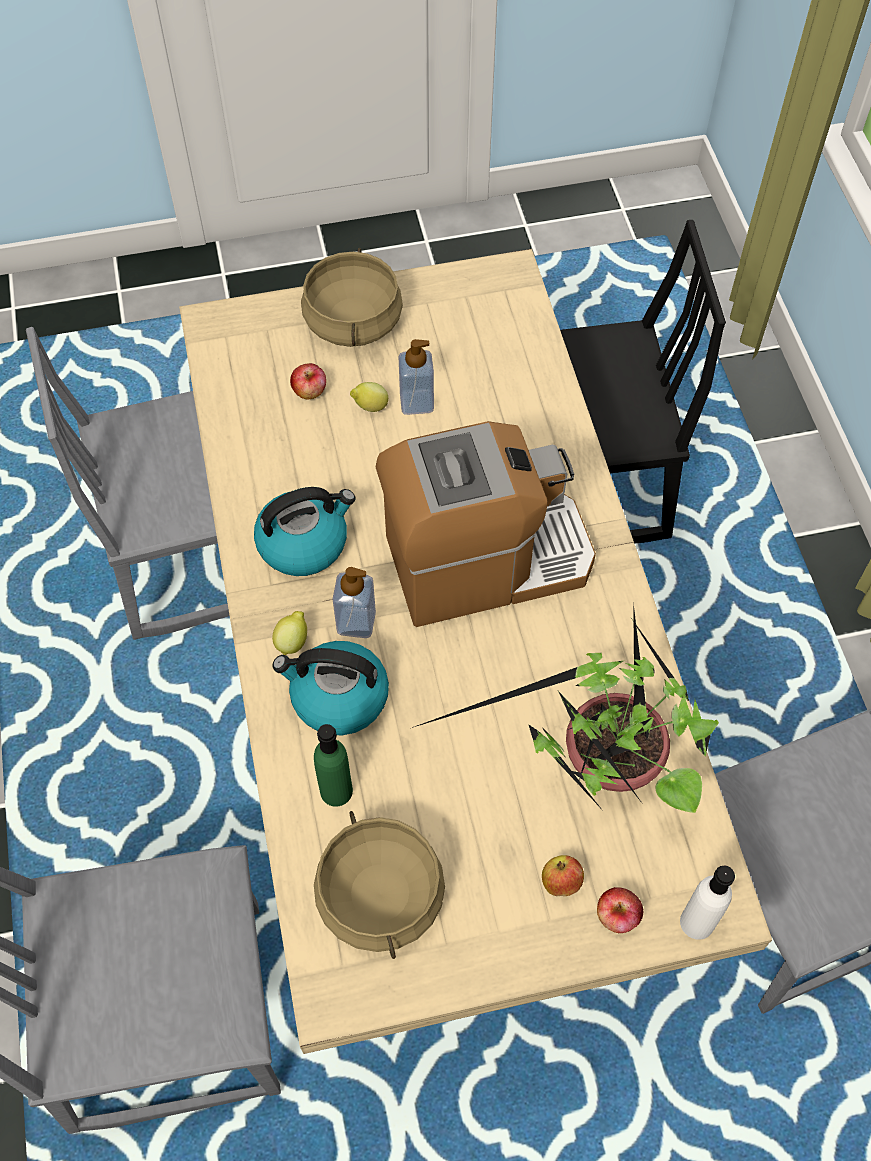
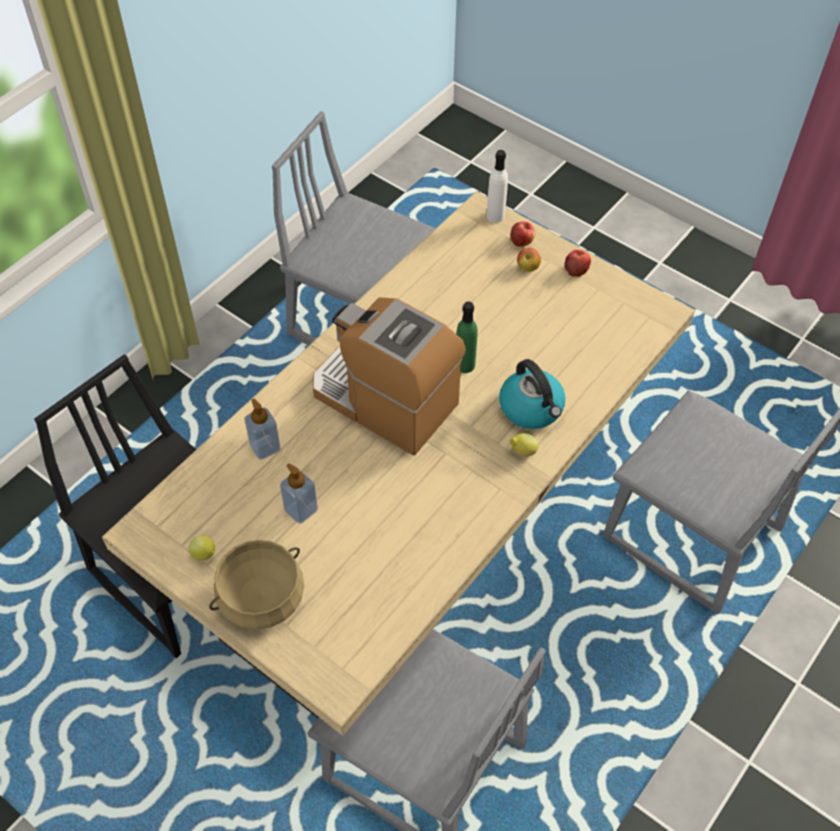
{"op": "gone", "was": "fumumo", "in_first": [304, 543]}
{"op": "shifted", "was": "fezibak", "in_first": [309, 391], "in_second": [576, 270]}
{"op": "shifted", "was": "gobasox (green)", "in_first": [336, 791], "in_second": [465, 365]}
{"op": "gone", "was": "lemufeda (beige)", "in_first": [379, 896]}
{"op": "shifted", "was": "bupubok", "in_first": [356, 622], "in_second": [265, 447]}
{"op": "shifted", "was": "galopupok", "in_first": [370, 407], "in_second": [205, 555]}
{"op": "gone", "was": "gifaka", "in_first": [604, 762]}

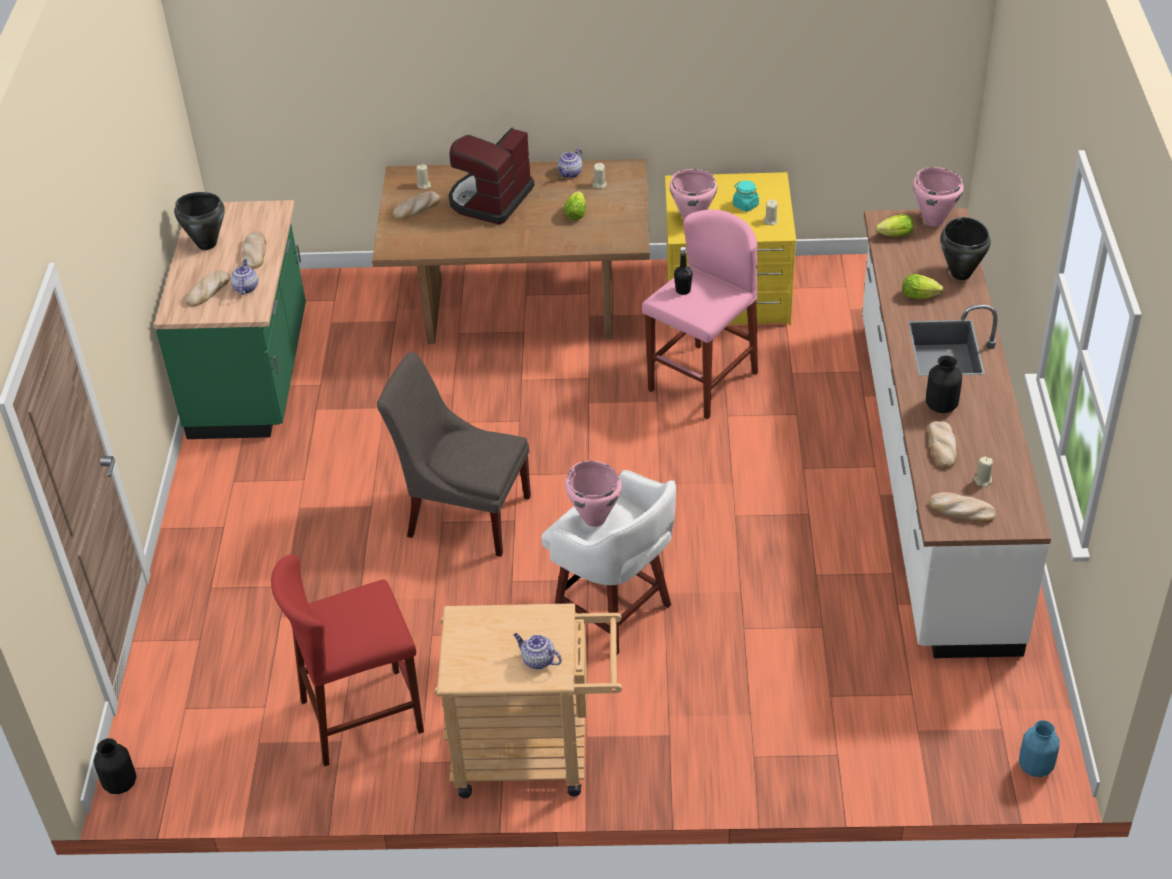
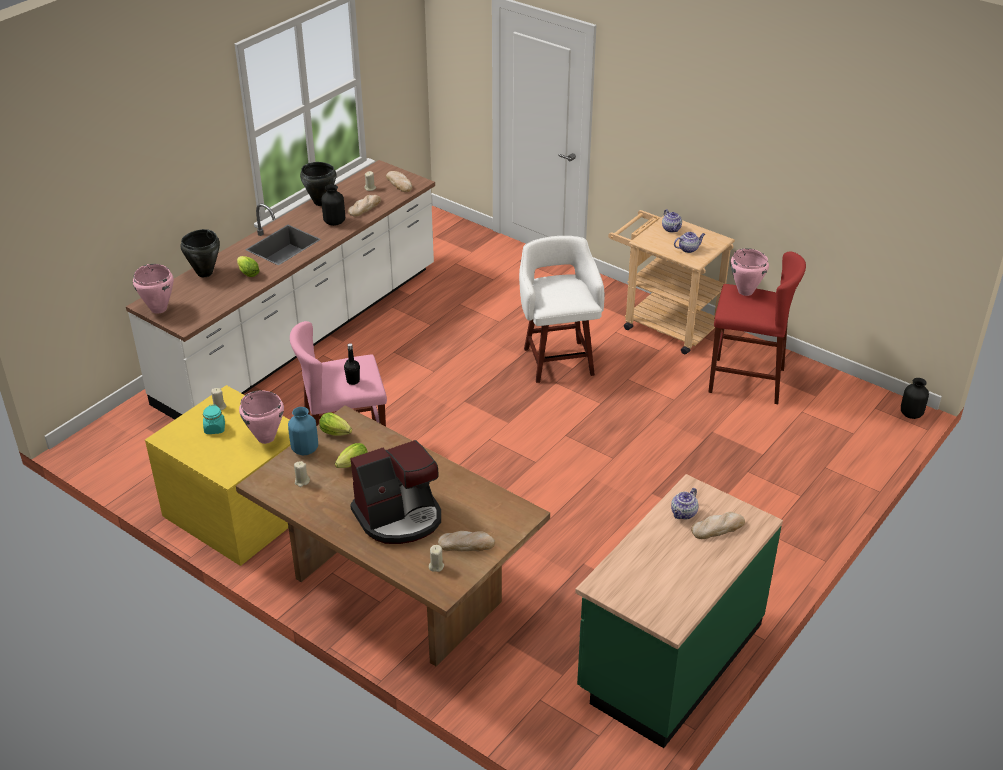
{"op": "shifted", "was": "lemufeda (black)", "in_first": [206, 244], "in_second": [321, 202]}
{"op": "gone", "was": "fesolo", "in_first": [254, 252]}
{"op": "gone", "was": "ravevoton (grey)", "in_first": [464, 513]}
{"op": "shifted", "was": "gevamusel", "in_first": [570, 173], "in_second": [688, 249]}
{"op": "shifted", "was": "lemufeda (pink)", "in_first": [594, 518], "in_second": [745, 291]}
{"op": "shifted", "was": "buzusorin", "in_first": [893, 236], "in_second": [337, 433]}
{"op": "shifted", "was": "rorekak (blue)", "in_first": [1035, 767], "in_second": [305, 449]}

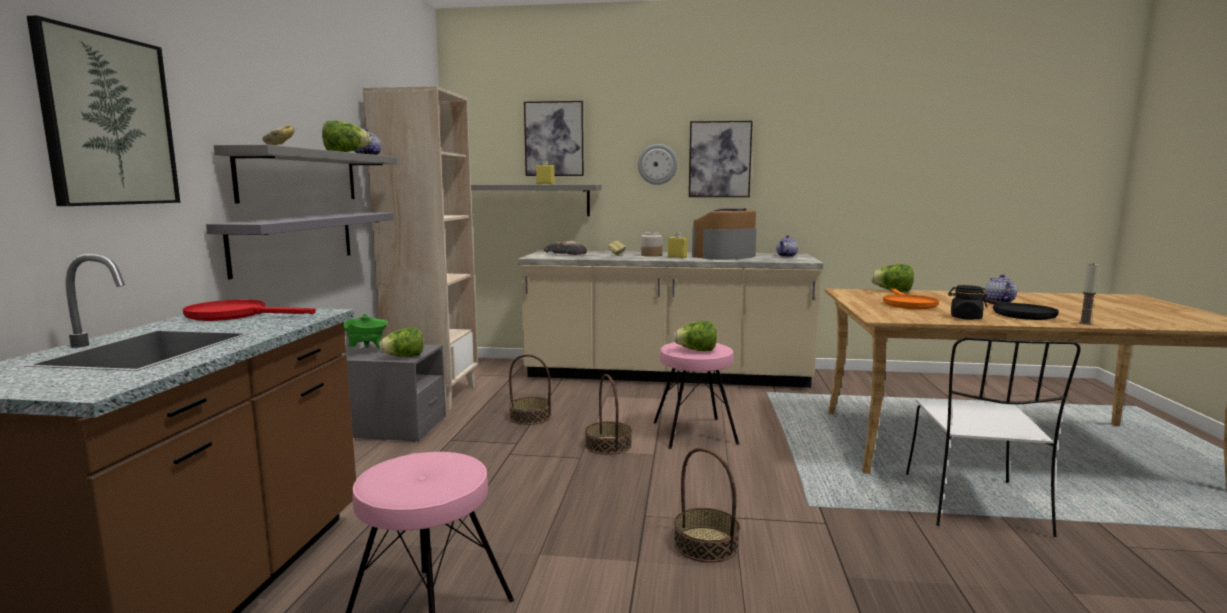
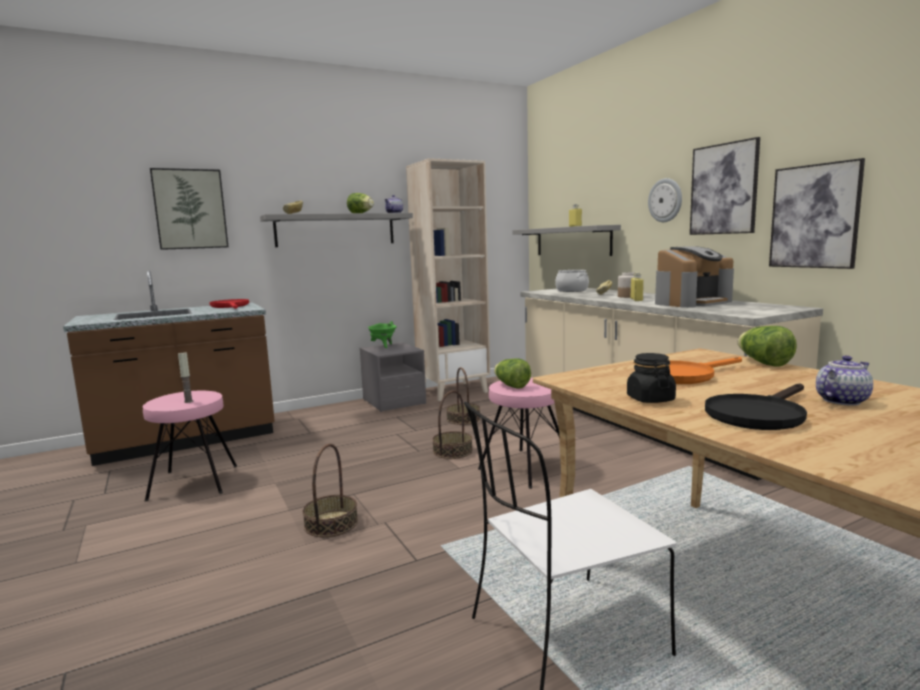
{"op": "gone", "was": "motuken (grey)", "in_first": [295, 241]}
{"op": "gone", "was": "buzusorin", "in_first": [404, 357]}
{"op": "shifted", "was": "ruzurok", "in_first": [554, 139], "in_second": [814, 216]}
{"op": "swapped", "was": "fesolo", "now": "lemufeda", "in_first": [565, 254], "in_second": [571, 290]}
{"op": "rotated", "was": "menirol", "in_first": [725, 256], "in_second": [691, 302], "clockwise": 135}
{"op": "gone", "was": "gevamusel", "in_first": [787, 256]}
{"op": "shifted", "was": "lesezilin", "in_first": [1085, 323], "in_second": [188, 401]}

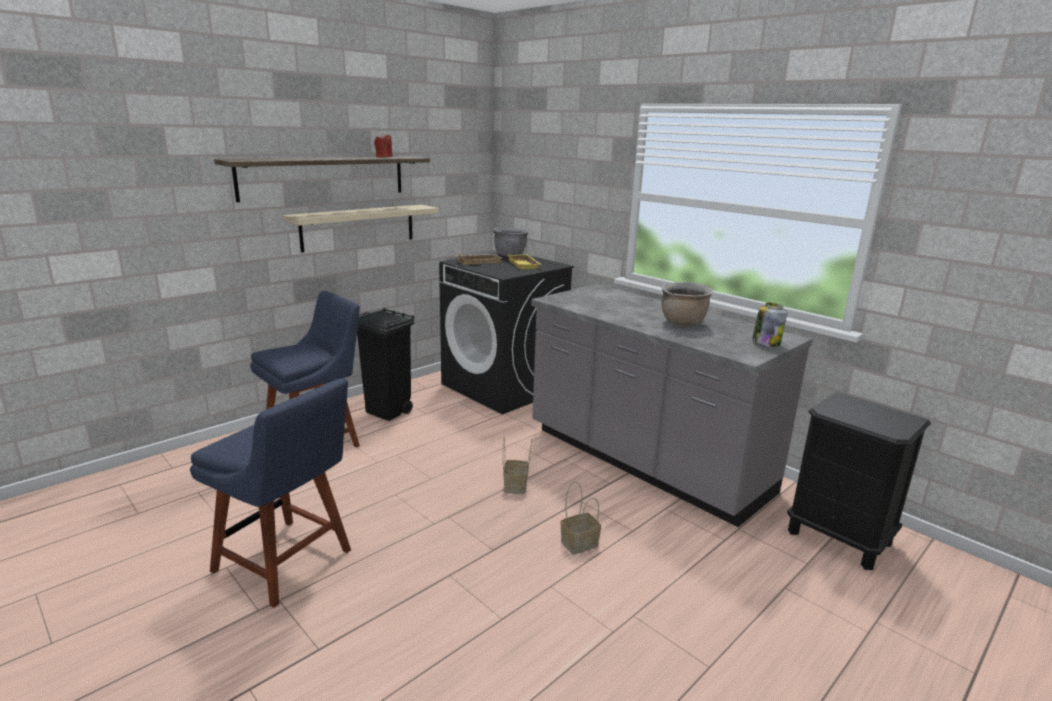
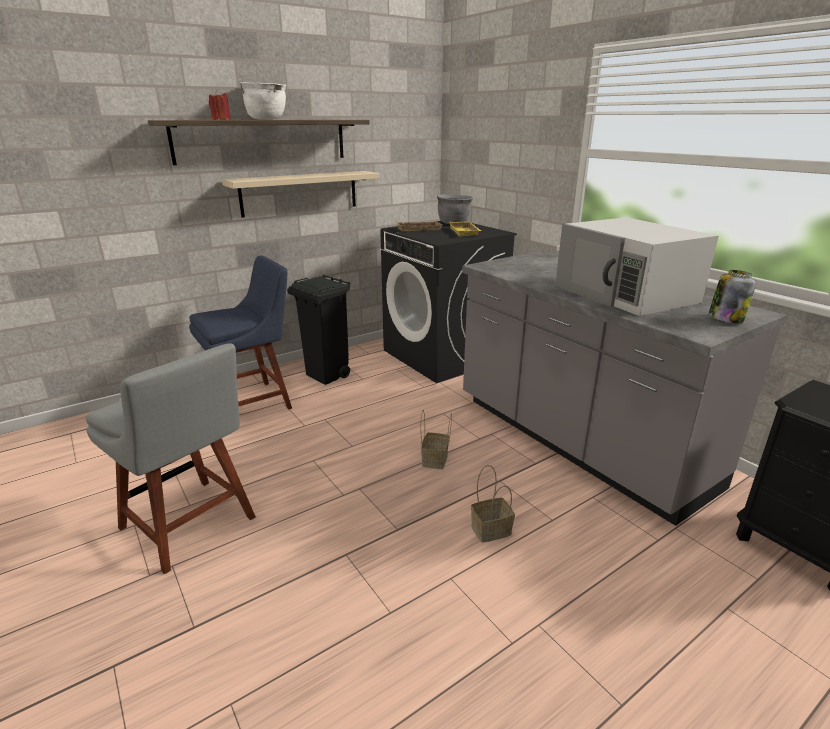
{"op": "repainted", "was": "ravevoton (blue)", "now": "ravevoton (grey)", "in_first": [287, 563], "in_second": [191, 525]}
{"op": "shifted", "was": "lesezilin (red)", "in_first": [384, 157], "in_second": [221, 119]}
{"op": "swapped", "was": "lemufeda (brown)", "now": "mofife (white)", "in_first": [683, 323], "in_second": [626, 293]}
{"op": "new", "now": "lemufeda (white)", "in_second": [267, 119]}

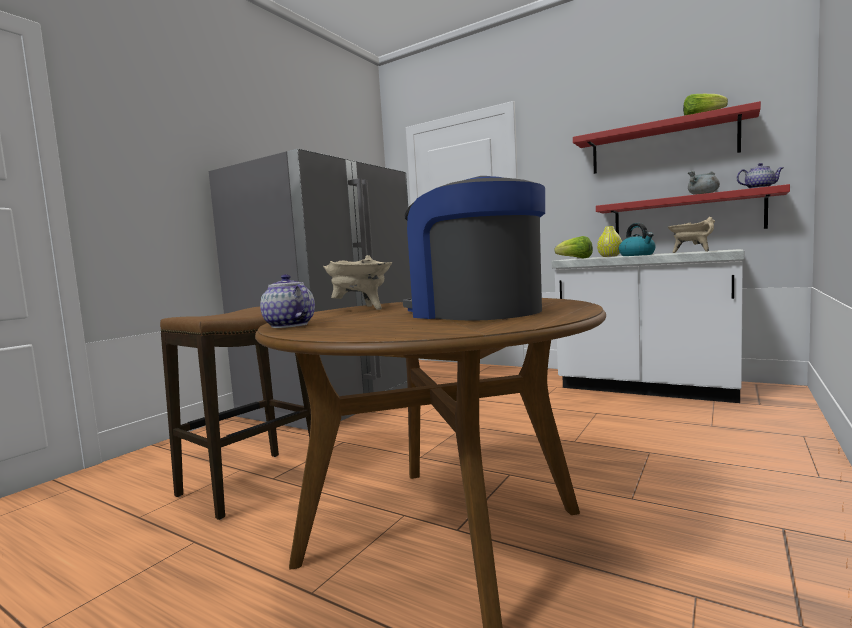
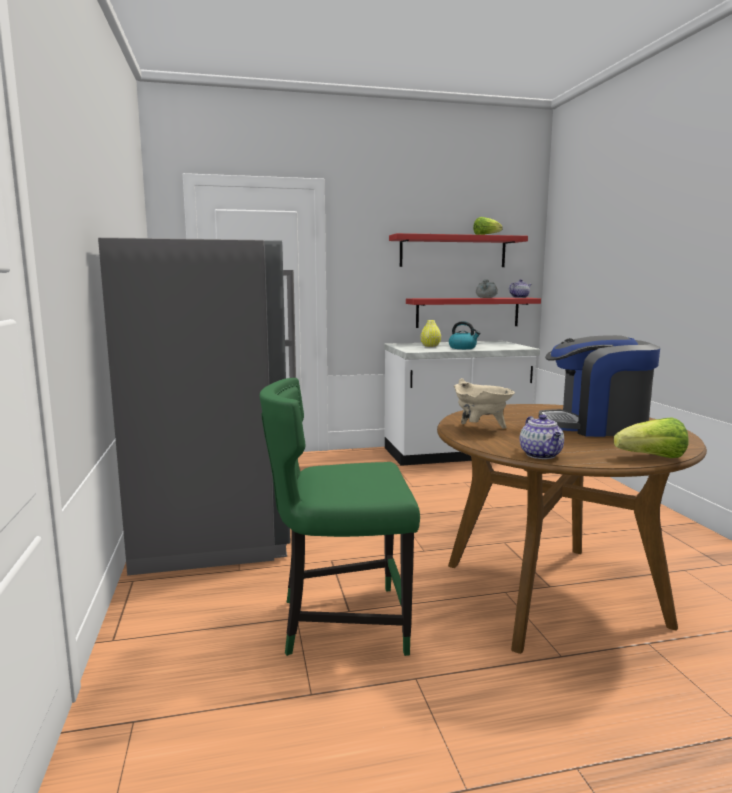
{"op": "swapped", "was": "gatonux", "now": "ravevoton (green)", "in_first": [251, 483], "in_second": [340, 622]}
{"op": "rotated", "was": "gevamusel", "in_first": [288, 325], "in_second": [541, 455], "clockwise": -105}
{"op": "shifted", "was": "buzusorin", "in_first": [575, 259], "in_second": [652, 458]}
{"op": "gone", "was": "lemufeda (beige)", "in_first": [691, 252]}

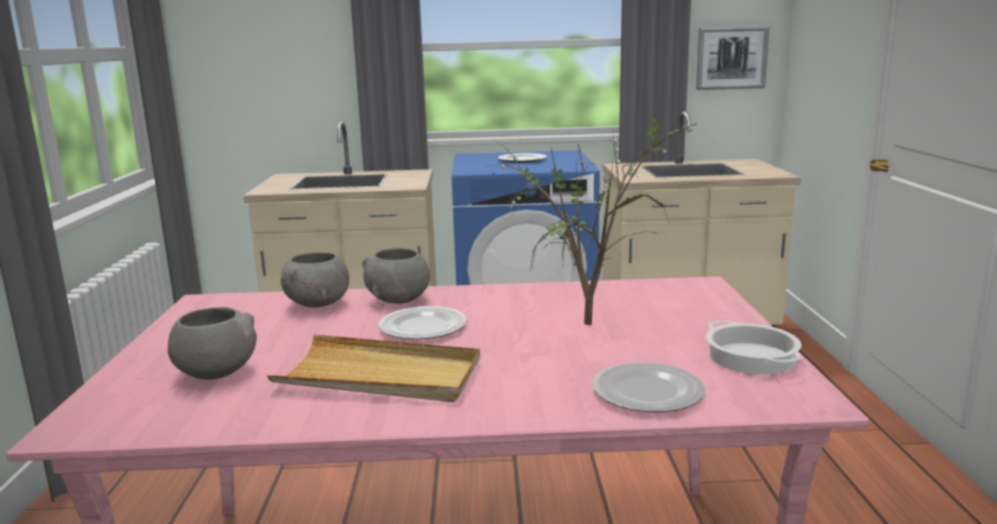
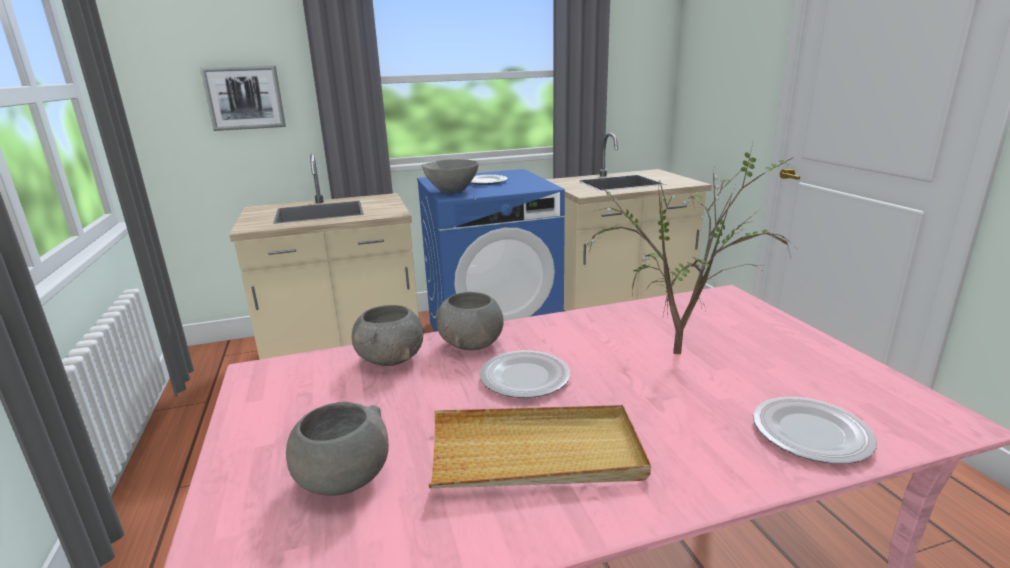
{"op": "shifted", "was": "ruzurok", "in_first": [731, 58], "in_second": [244, 98]}
{"op": "gone", "was": "lemufeda", "in_first": [752, 357]}
{"op": "new", "now": "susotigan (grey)", "in_second": [452, 191]}

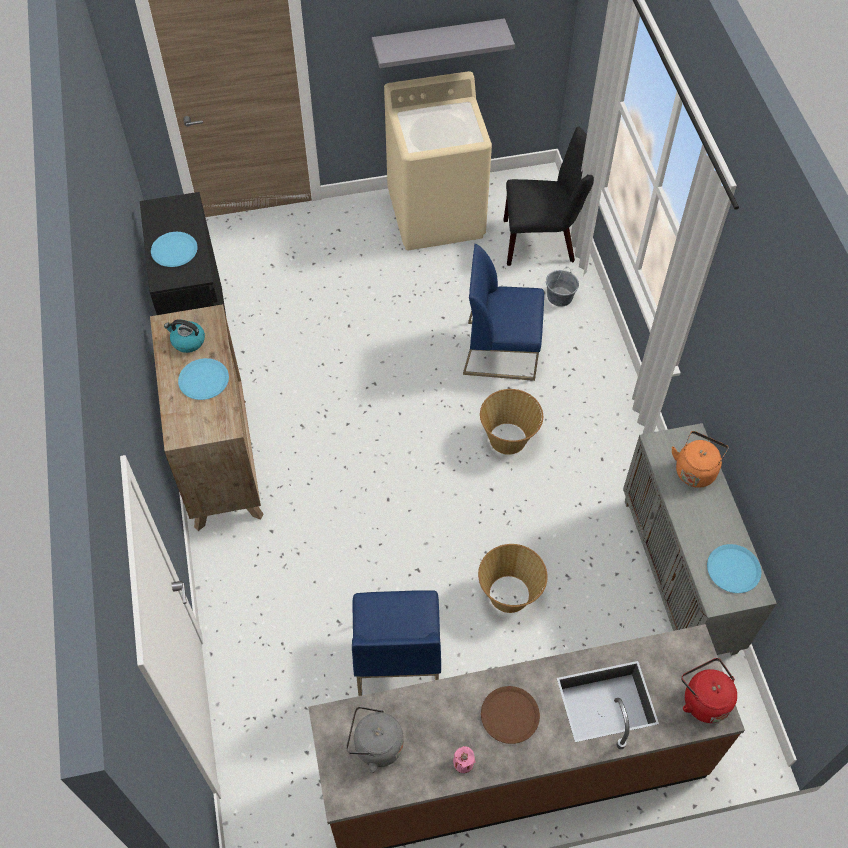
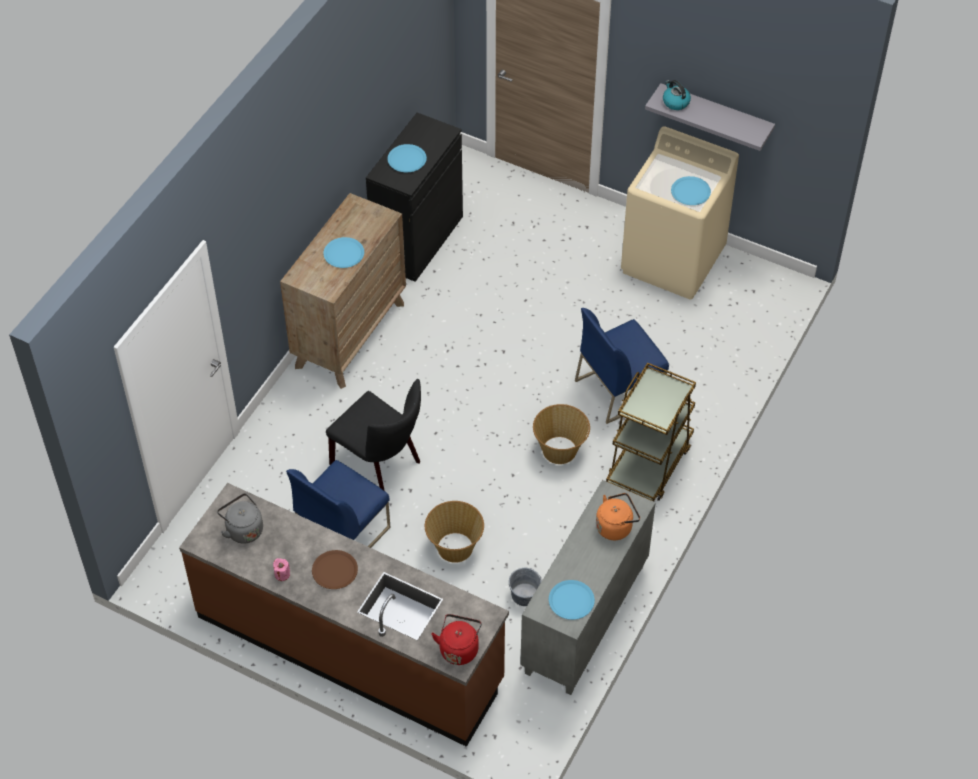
{"op": "shifted", "was": "fumumo", "in_first": [187, 341], "in_second": [675, 102]}
{"op": "rotated", "was": "ravevoton (blue)", "in_first": [501, 350], "in_second": [619, 388], "clockwise": -75}
{"op": "shifted", "was": "ravevoton (black)", "in_first": [544, 241], "in_second": [380, 464]}
{"op": "shifted", "was": "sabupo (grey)", "in_first": [559, 297], "in_second": [524, 595]}
{"op": "new", "now": "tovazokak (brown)", "in_second": [649, 464]}
{"op": "new", "now": "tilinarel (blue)", "in_second": [690, 191]}

